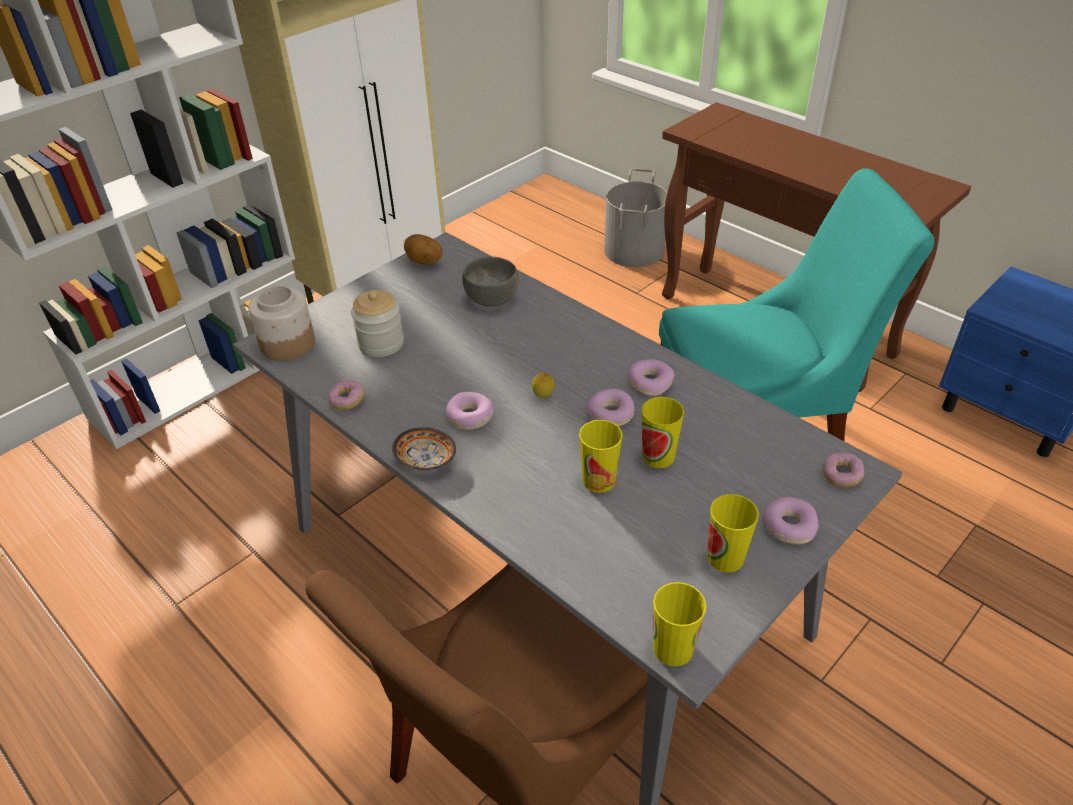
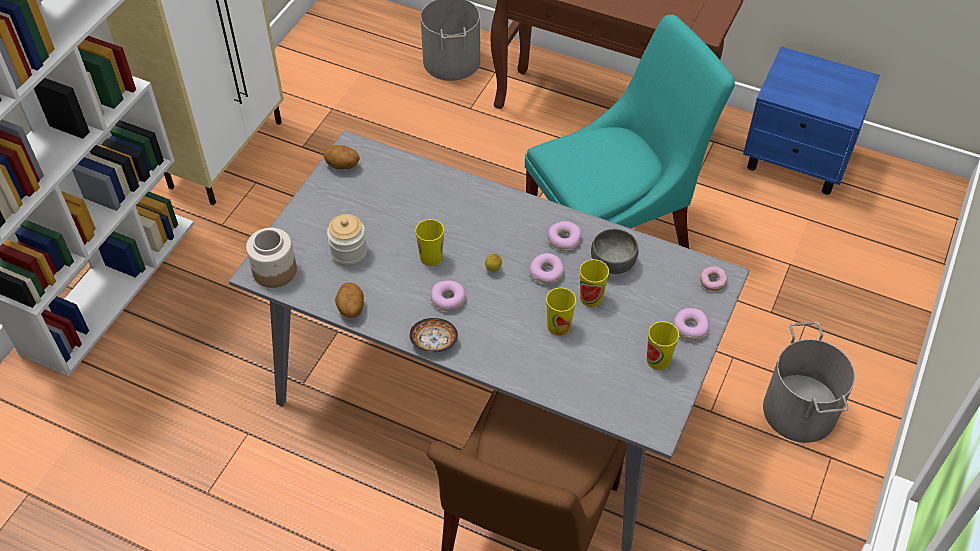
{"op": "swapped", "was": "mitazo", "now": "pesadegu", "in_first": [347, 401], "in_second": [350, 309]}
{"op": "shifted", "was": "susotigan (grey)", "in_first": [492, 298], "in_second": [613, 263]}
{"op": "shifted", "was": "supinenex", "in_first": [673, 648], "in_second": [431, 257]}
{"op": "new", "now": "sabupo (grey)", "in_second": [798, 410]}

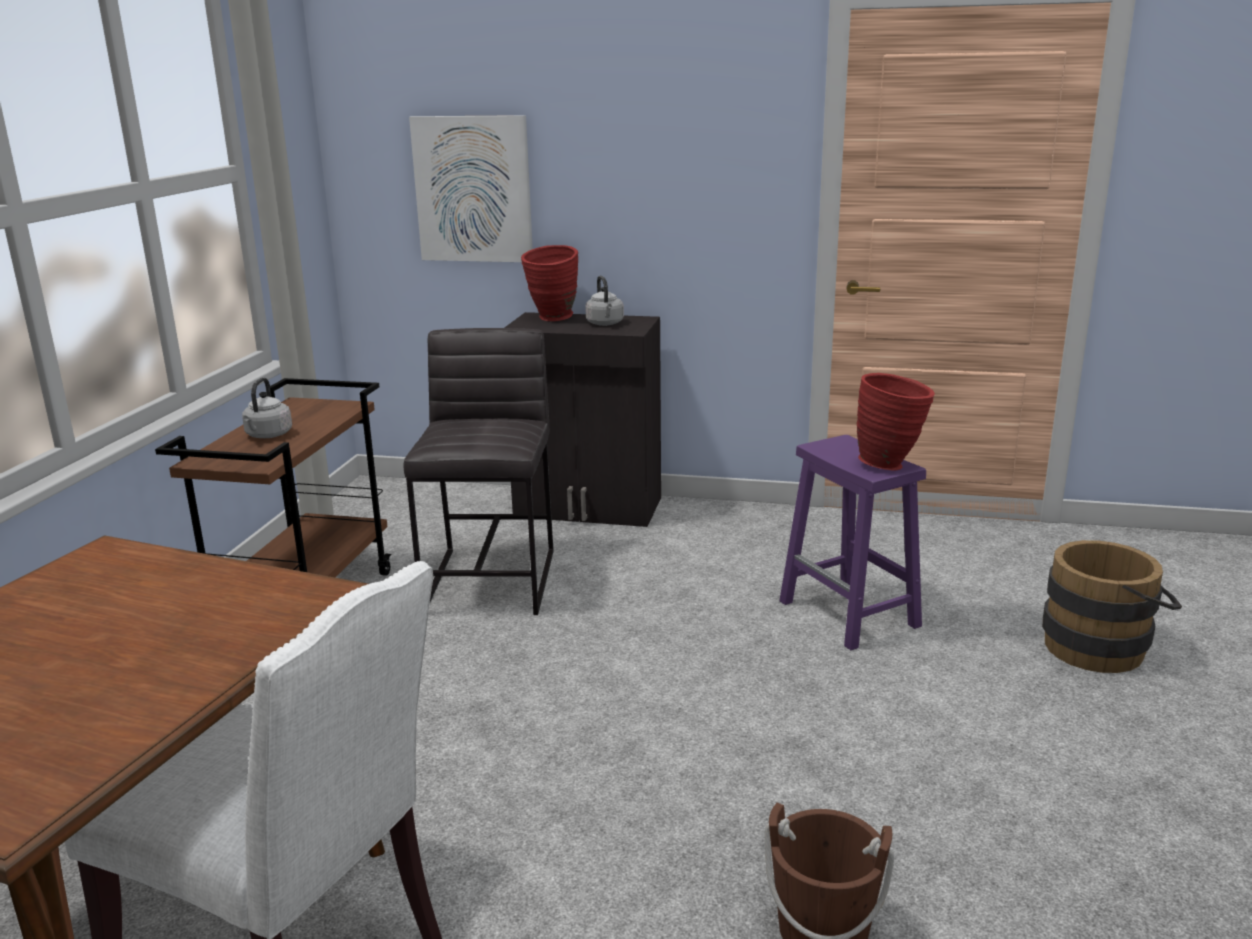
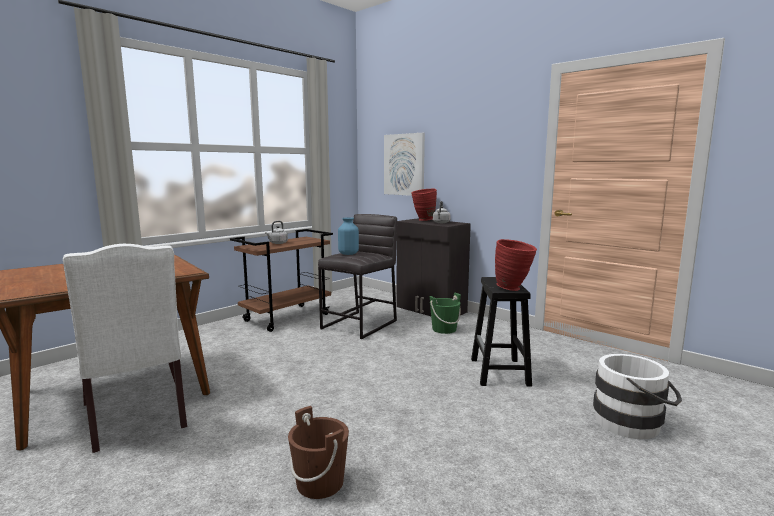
{"op": "repainted", "was": "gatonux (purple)", "now": "gatonux (black)", "in_first": [850, 614], "in_second": [500, 372]}
{"op": "repainted", "was": "sabupo (brown)", "now": "sabupo (white)", "in_first": [1102, 647], "in_second": [633, 424]}
{"op": "new", "now": "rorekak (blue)", "in_second": [348, 254]}
{"op": "new", "now": "sabupo (green)", "in_second": [444, 329]}

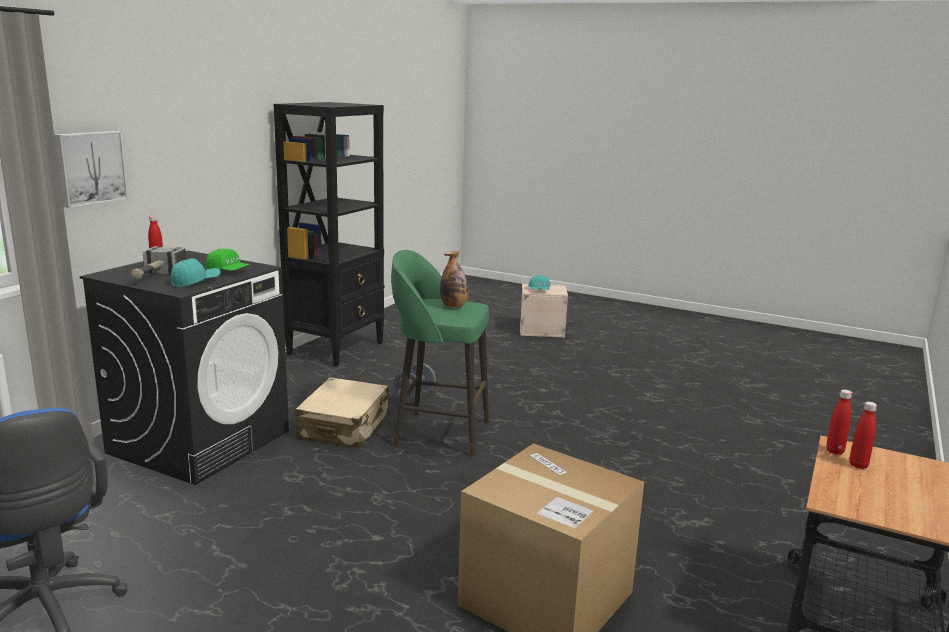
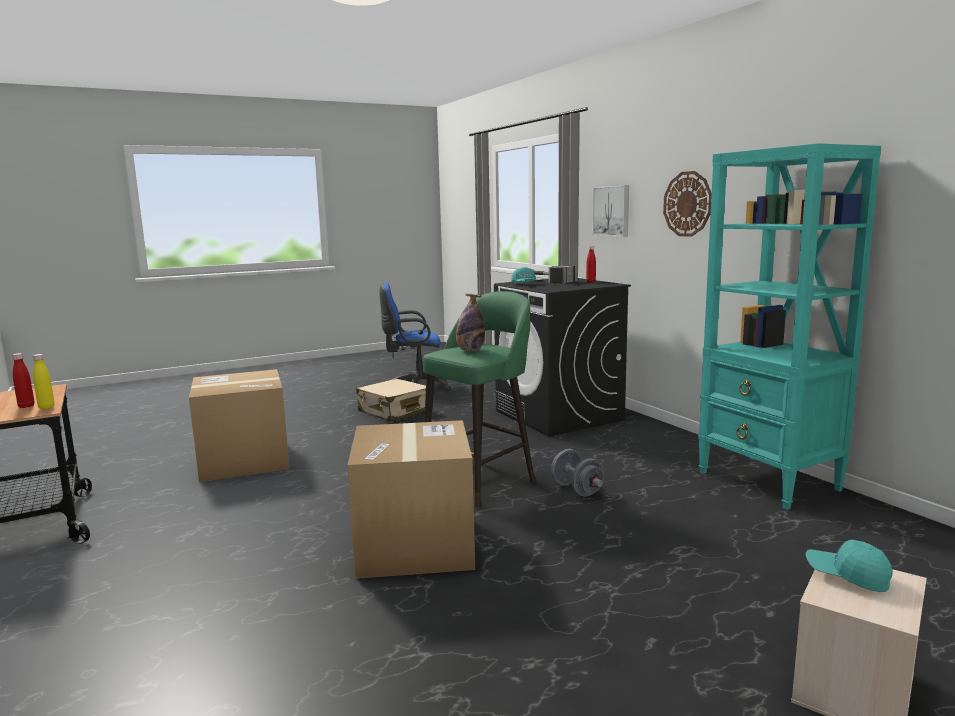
{"op": "gone", "was": "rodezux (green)", "in_first": [228, 271]}
{"op": "repainted", "was": "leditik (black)", "now": "leditik (turquoise)", "in_first": [336, 348], "in_second": [769, 481]}
{"op": "shifted", "was": "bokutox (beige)", "in_first": [344, 426], "in_second": [395, 411]}
{"op": "repainted", "was": "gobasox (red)", "now": "gobasox (yellow)", "in_first": [834, 451], "in_second": [46, 407]}
{"op": "new", "now": "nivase", "in_second": [415, 545]}
{"op": "new", "now": "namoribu", "in_second": [687, 204]}

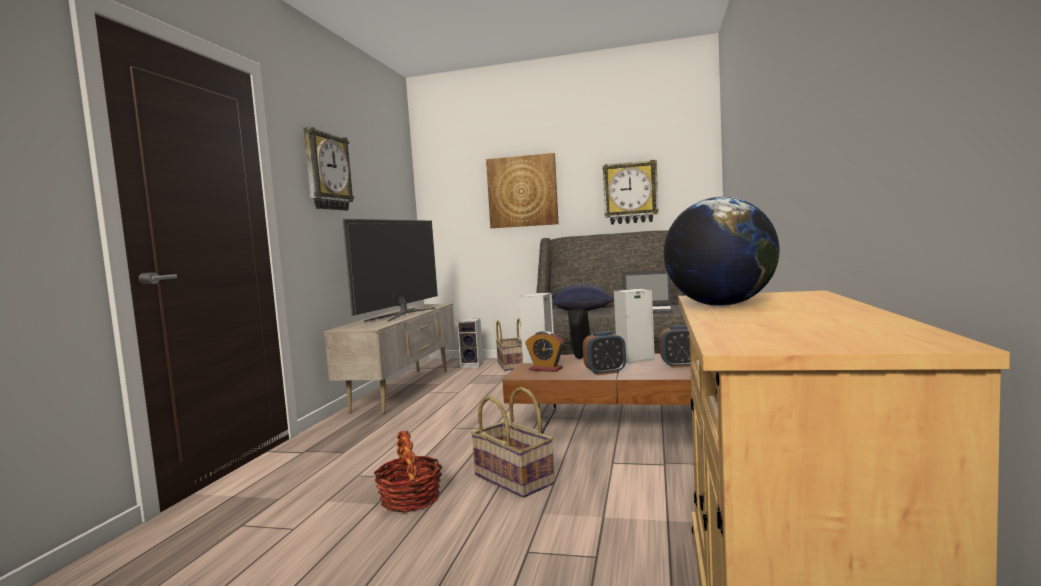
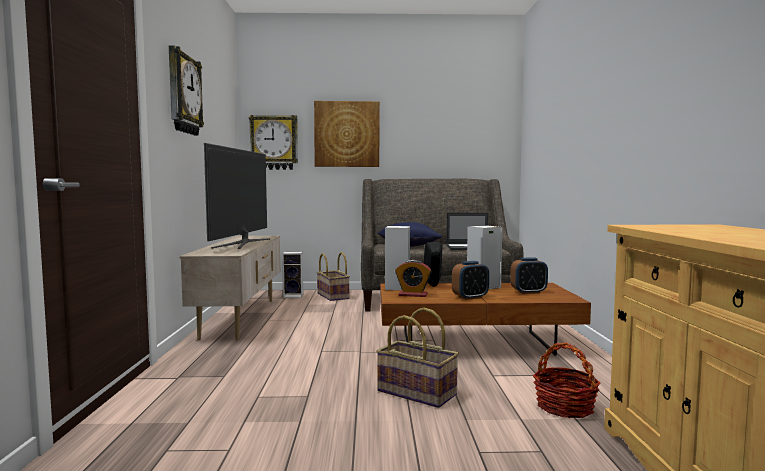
{"op": "shifted", "was": "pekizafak", "in_first": [410, 499], "in_second": [564, 407]}
{"op": "shifted", "was": "namoribu", "in_first": [630, 193], "in_second": [274, 143]}
{"op": "gone", "was": "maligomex", "in_first": [720, 305]}

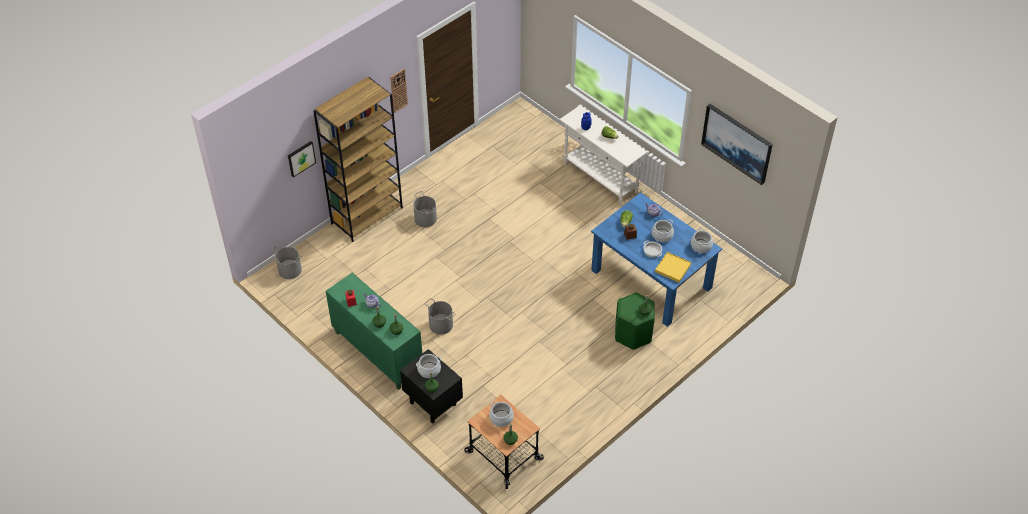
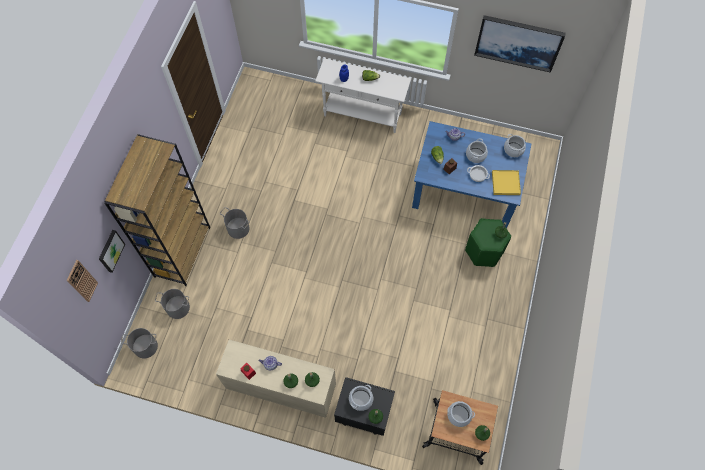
{"op": "repainted", "was": "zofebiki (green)", "now": "zofebiki (beige)", "in_first": [376, 352], "in_second": [281, 389]}
{"op": "shifted", "was": "namoribu", "in_first": [398, 90], "in_second": [82, 281]}
{"op": "shifted", "was": "sabupo (grey)", "in_first": [441, 324], "in_second": [178, 307]}

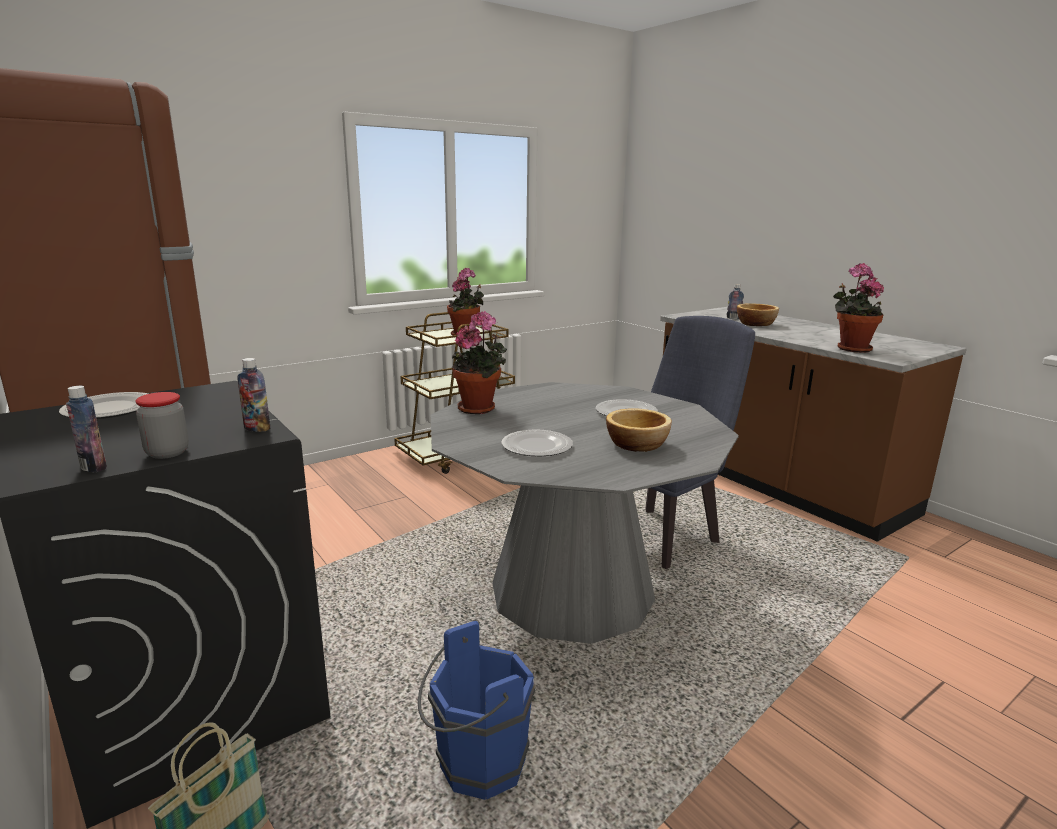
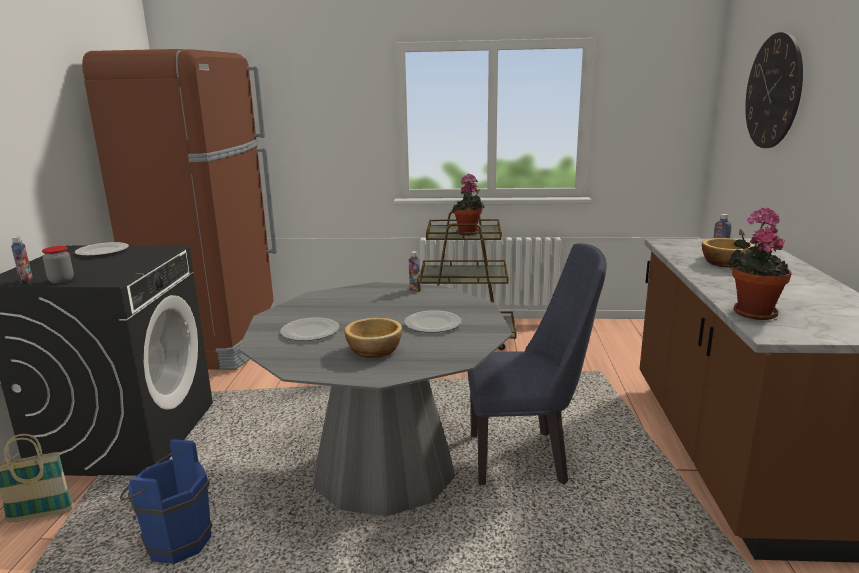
{"op": "shifted", "was": "gobasox", "in_first": [257, 428], "in_second": [414, 290]}
{"op": "gone", "was": "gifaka", "in_first": [480, 408]}
{"op": "new", "now": "namoribu", "in_second": [773, 91]}

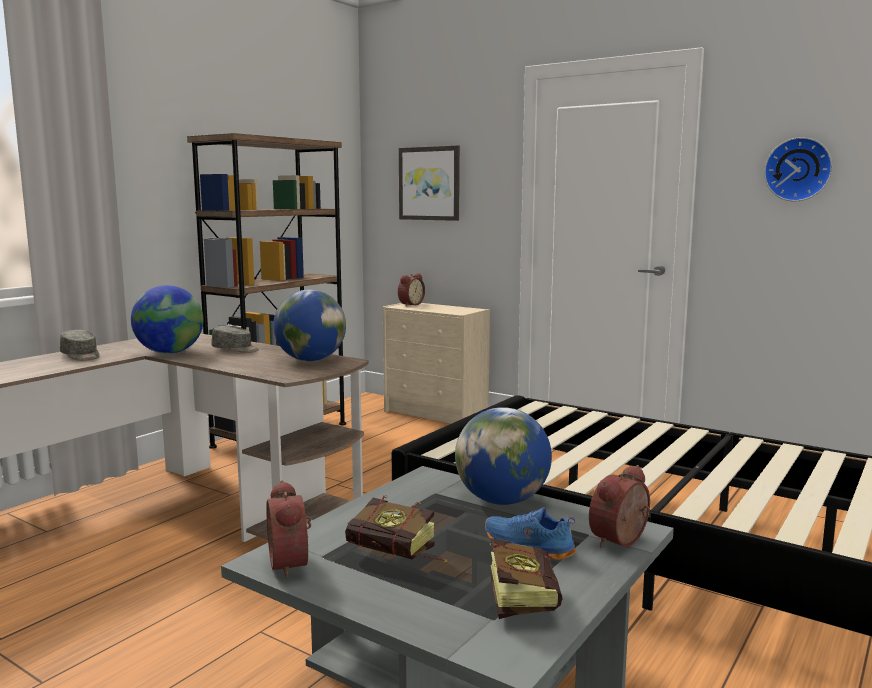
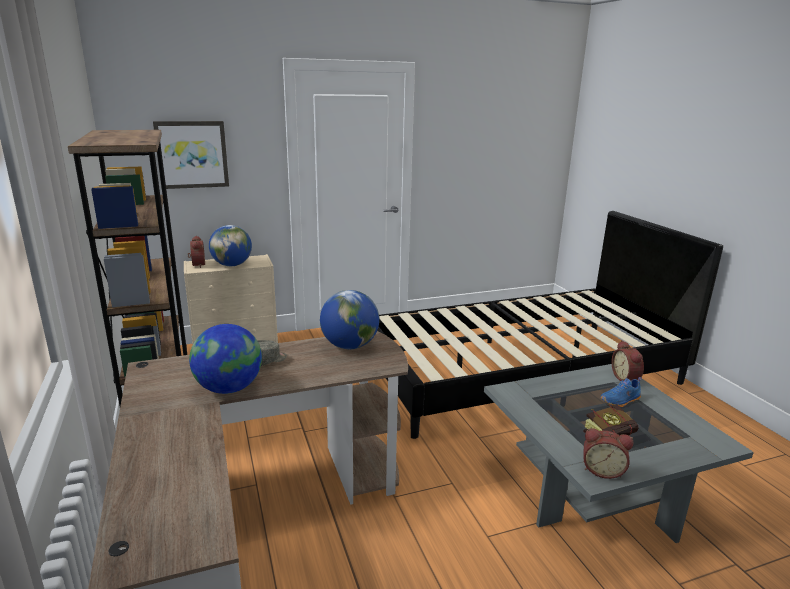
{"op": "gone", "was": "rodezux (grey)", "in_first": [81, 356]}
{"op": "shifted", "was": "maligomex", "in_first": [502, 500], "in_second": [232, 265]}
{"op": "gone", "was": "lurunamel", "in_first": [521, 598]}
{"op": "gone", "was": "namoribu", "in_first": [798, 169]}

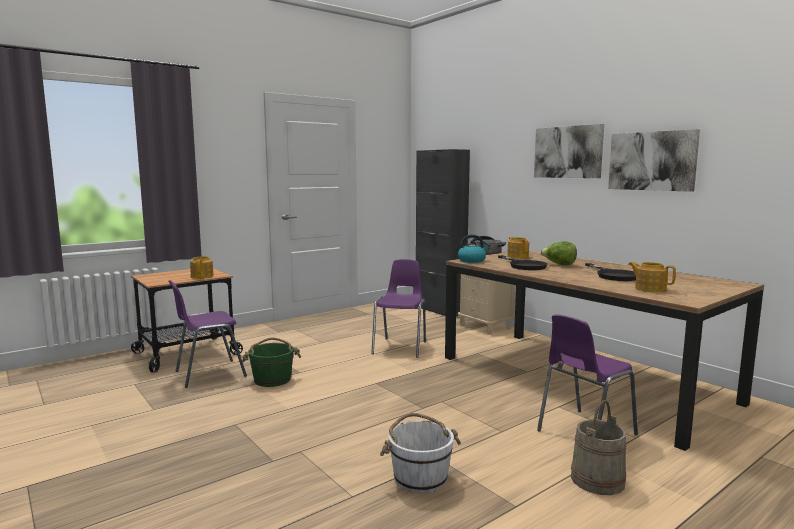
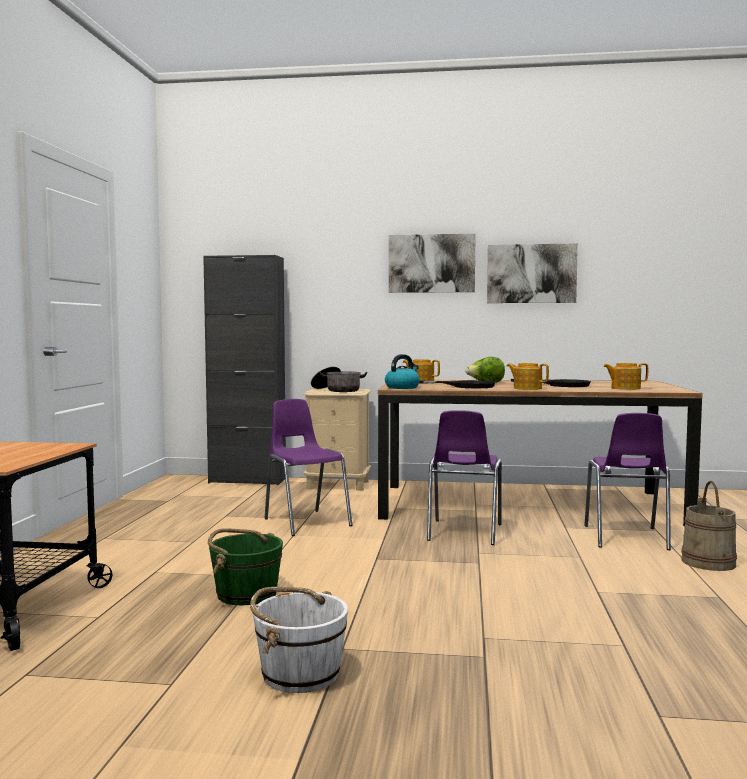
{"op": "shifted", "was": "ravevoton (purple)", "in_first": [208, 374], "in_second": [463, 533]}
{"op": "shifted", "was": "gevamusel", "in_first": [202, 276], "in_second": [527, 388]}
{"op": "shifted", "was": "sabupo (white)", "in_first": [420, 477], "in_second": [299, 673]}

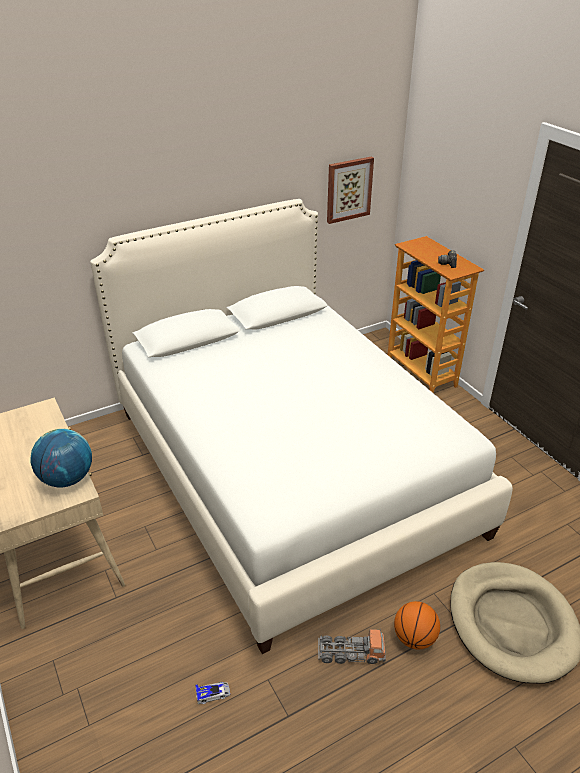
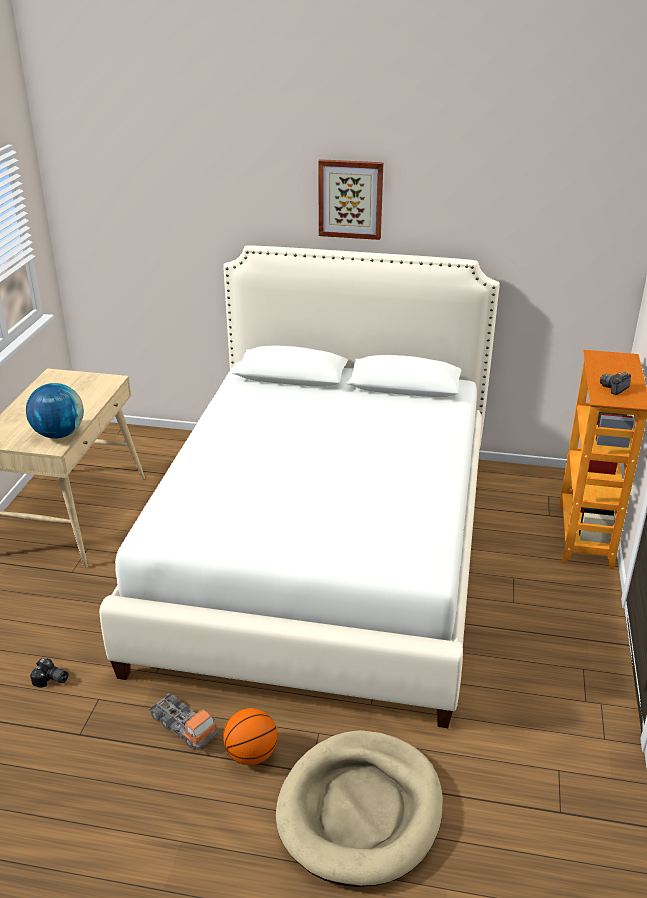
{"op": "swapped", "was": "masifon", "now": "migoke", "in_first": [213, 693], "in_second": [51, 680]}
{"op": "shifted", "was": "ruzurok", "in_first": [348, 189], "in_second": [350, 199]}

